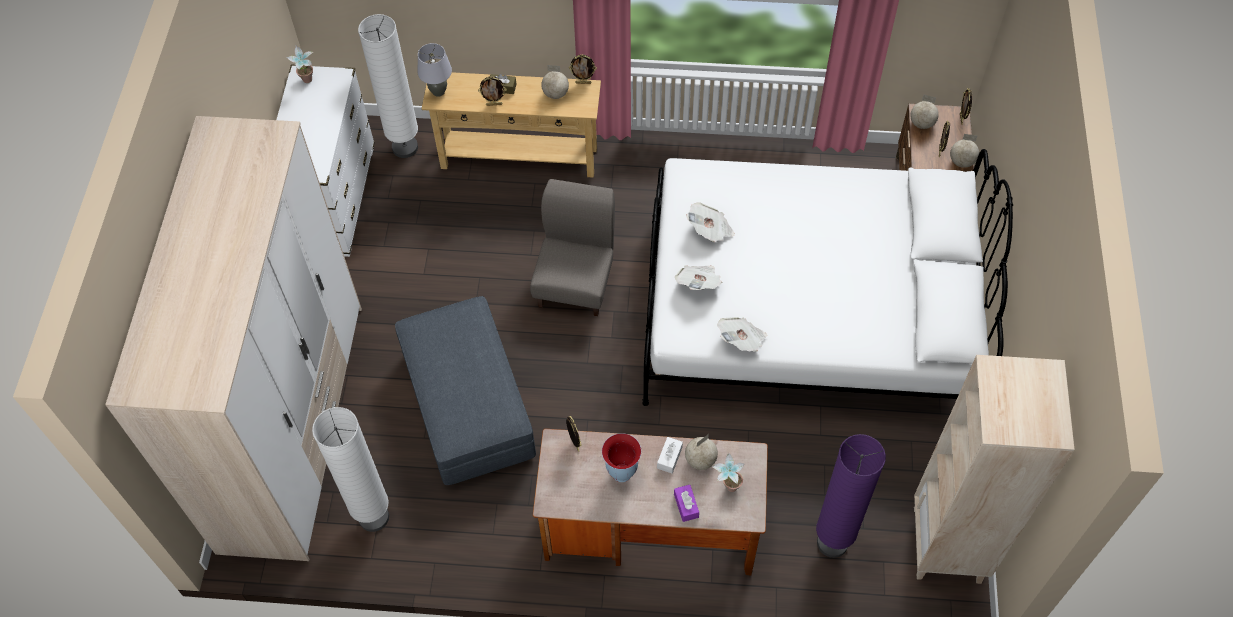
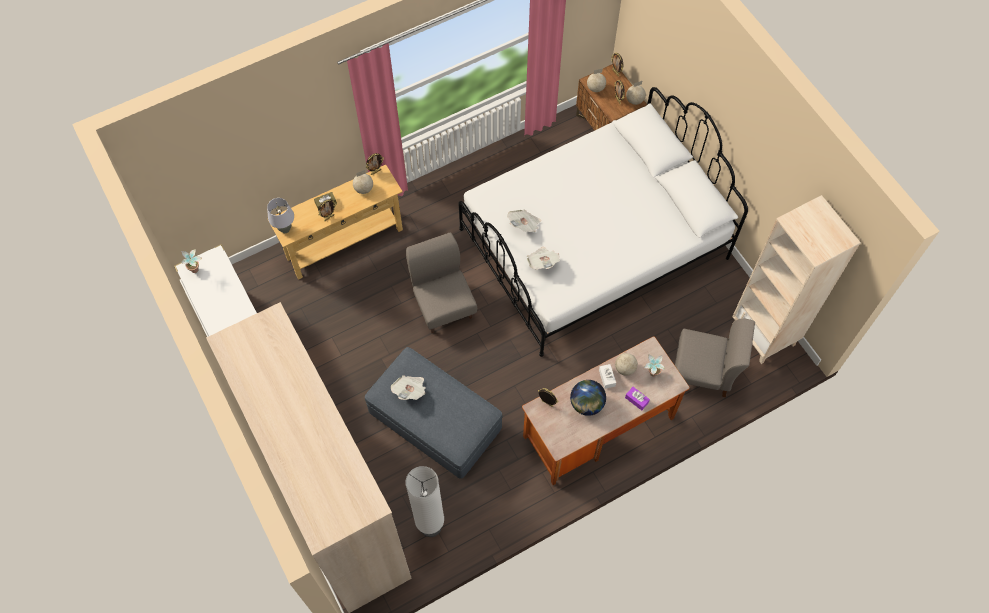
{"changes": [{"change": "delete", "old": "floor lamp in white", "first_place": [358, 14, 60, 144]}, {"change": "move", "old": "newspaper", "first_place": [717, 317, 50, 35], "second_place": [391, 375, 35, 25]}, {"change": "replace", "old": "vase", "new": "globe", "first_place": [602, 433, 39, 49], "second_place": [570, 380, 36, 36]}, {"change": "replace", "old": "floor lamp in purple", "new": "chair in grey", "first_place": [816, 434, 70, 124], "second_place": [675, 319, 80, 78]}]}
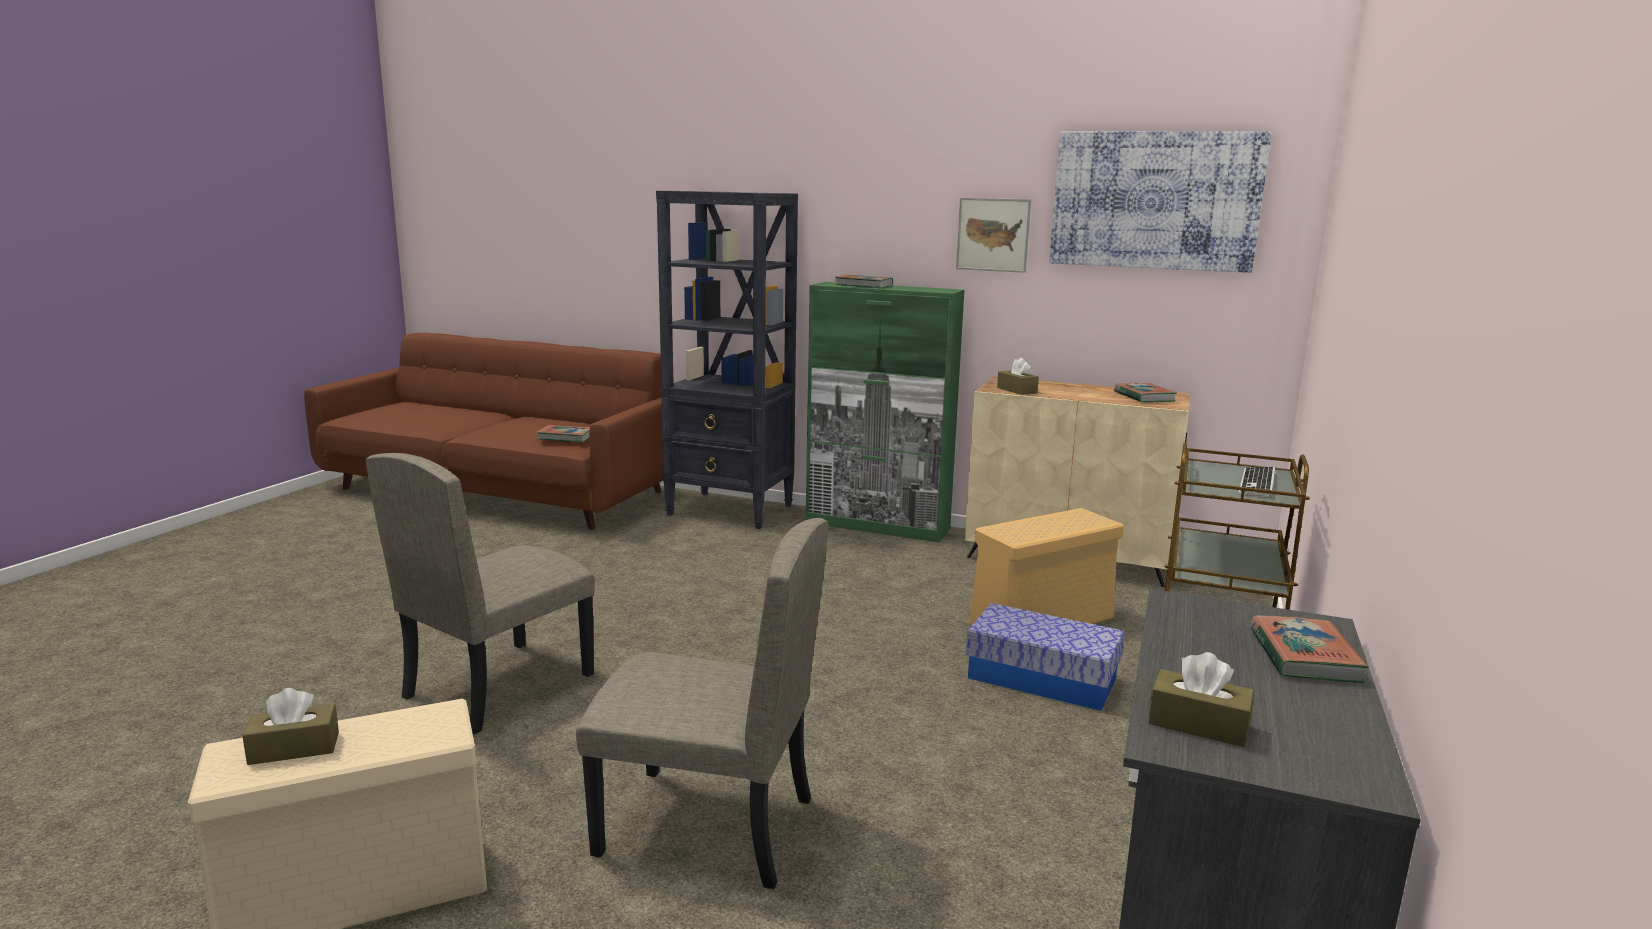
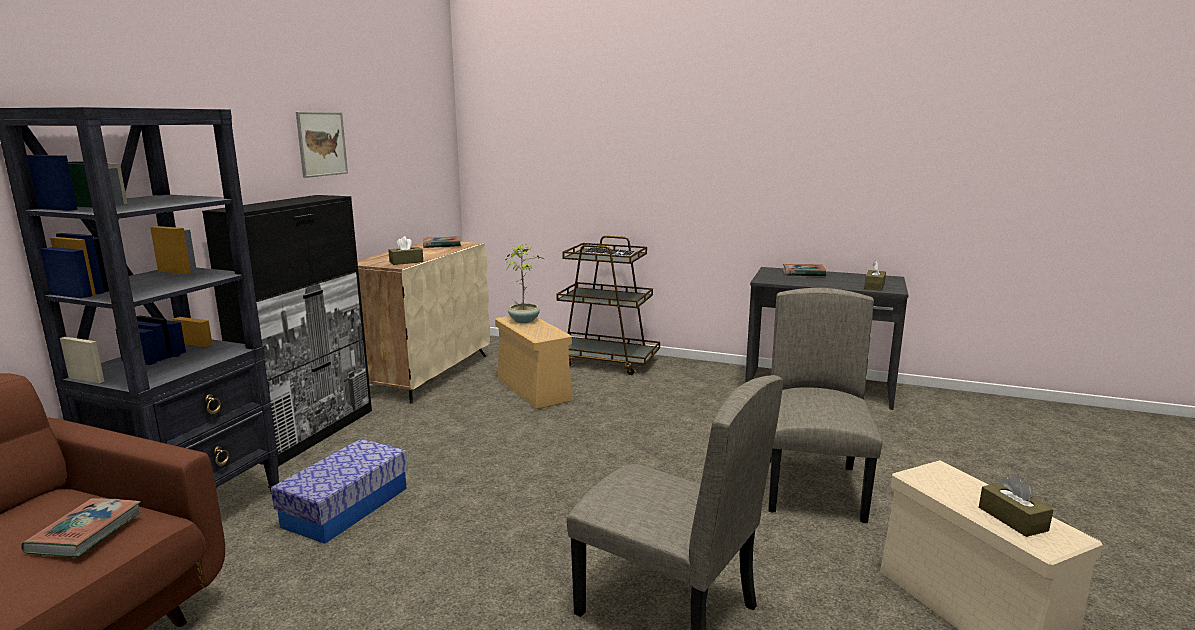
{"changes": [{"change": "delete", "old": "picture", "first_place": [1049, 131, 222, 142]}, {"change": "delete", "old": "book", "first_place": [835, 275, 58, 13]}, {"change": "recolor", "old": "cabinet in green", "new": "cabinet in black", "first_place": [806, 282, 158, 260], "second_place": [202, 195, 170, 271]}, {"change": "move", "old": "storage box", "first_place": [966, 603, 159, 108], "second_place": [271, 439, 137, 105]}, {"change": "insert", "new": "potted plant", "second_place": [505, 244, 39, 79]}]}
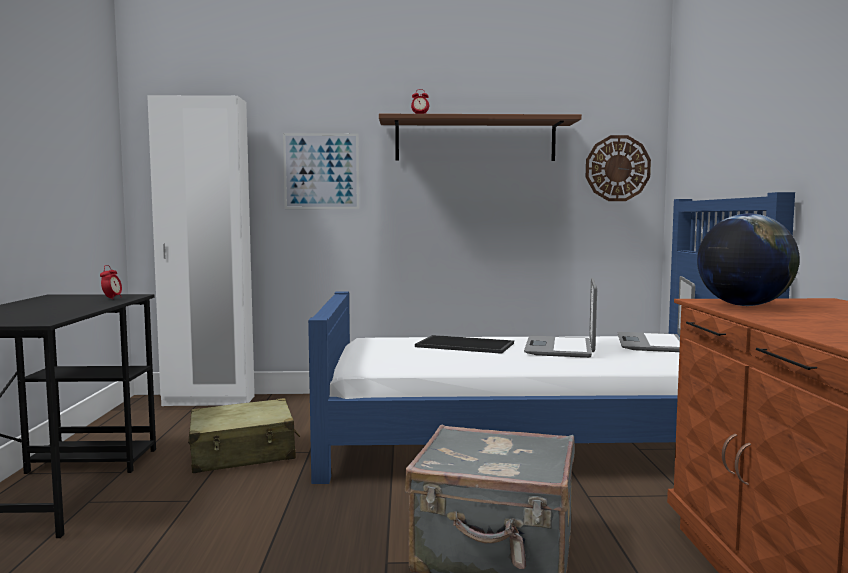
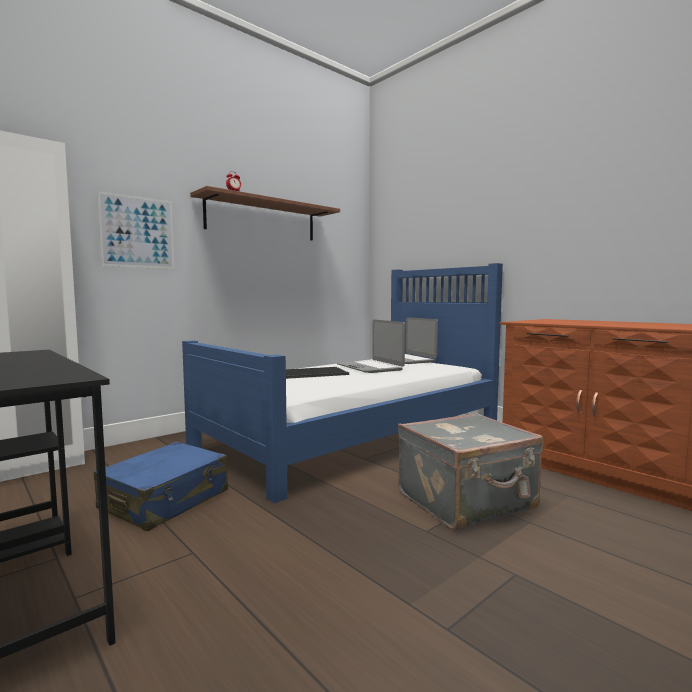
{"changes": [{"change": "delete", "old": "wall clock", "first_place": [586, 135, 65, 66]}, {"change": "delete", "old": "globe", "first_place": [697, 213, 103, 93]}, {"change": "delete", "old": "alarm clock", "first_place": [100, 265, 22, 34]}, {"change": "recolor", "old": "suitcase in beige", "new": "suitcase in blue", "first_place": [188, 398, 112, 75], "second_place": [94, 442, 134, 89]}]}
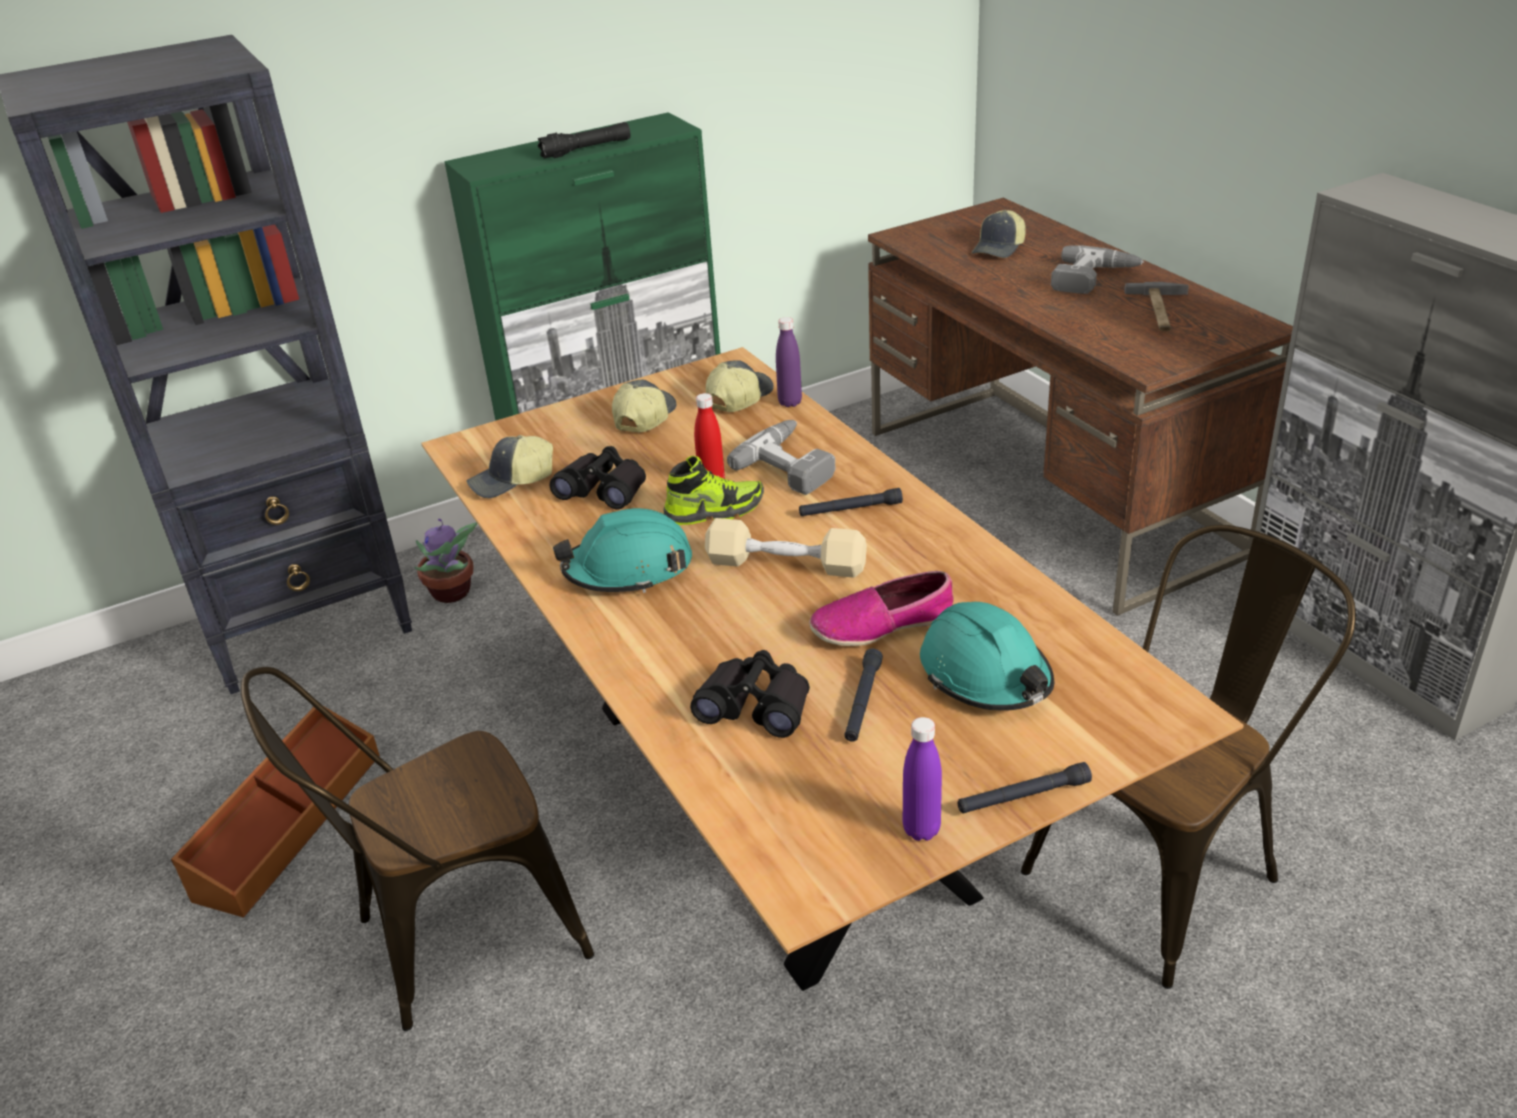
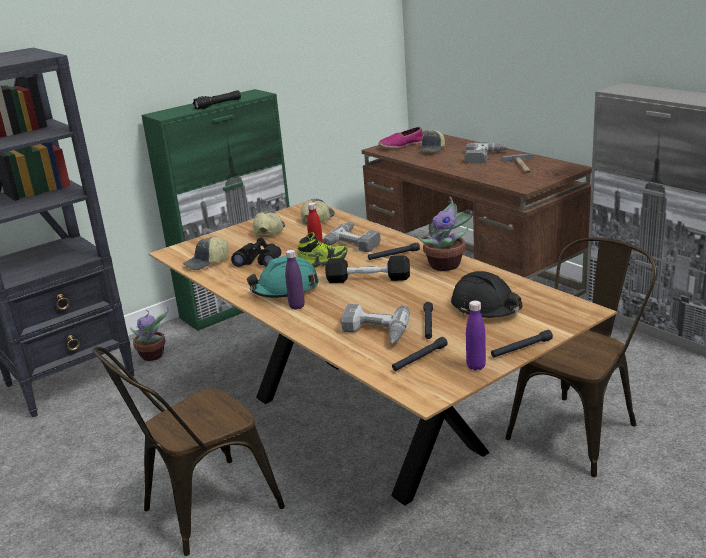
{"changes": [{"change": "move", "old": "bottle in purple", "first_place": [776, 317, 26, 90], "second_place": [285, 250, 20, 60]}, {"change": "recolor", "old": "dumbbell in beige", "new": "dumbbell in black", "first_place": [705, 518, 162, 60], "second_place": [325, 255, 85, 28]}, {"change": "move", "old": "shoe", "first_place": [809, 571, 145, 75], "second_place": [379, 127, 44, 21]}, {"change": "recolor", "old": "hard hat in turquoise", "new": "hard hat in black", "first_place": [920, 602, 134, 109], "second_place": [451, 271, 72, 47]}, {"change": "replace", "old": "binoculars in black", "new": "power drill", "first_place": [690, 650, 120, 88], "second_place": [341, 304, 69, 39]}, {"change": "delete", "old": "storage box in brown", "first_place": [171, 707, 209, 211]}, {"change": "insert", "new": "potted plant", "second_place": [417, 197, 56, 74]}, {"change": "insert", "new": "flashlight in black", "second_place": [392, 337, 56, 34]}]}
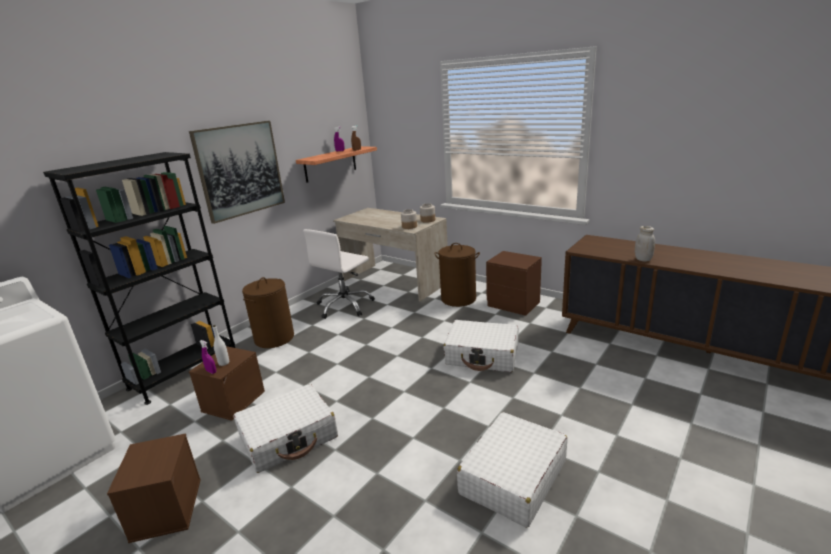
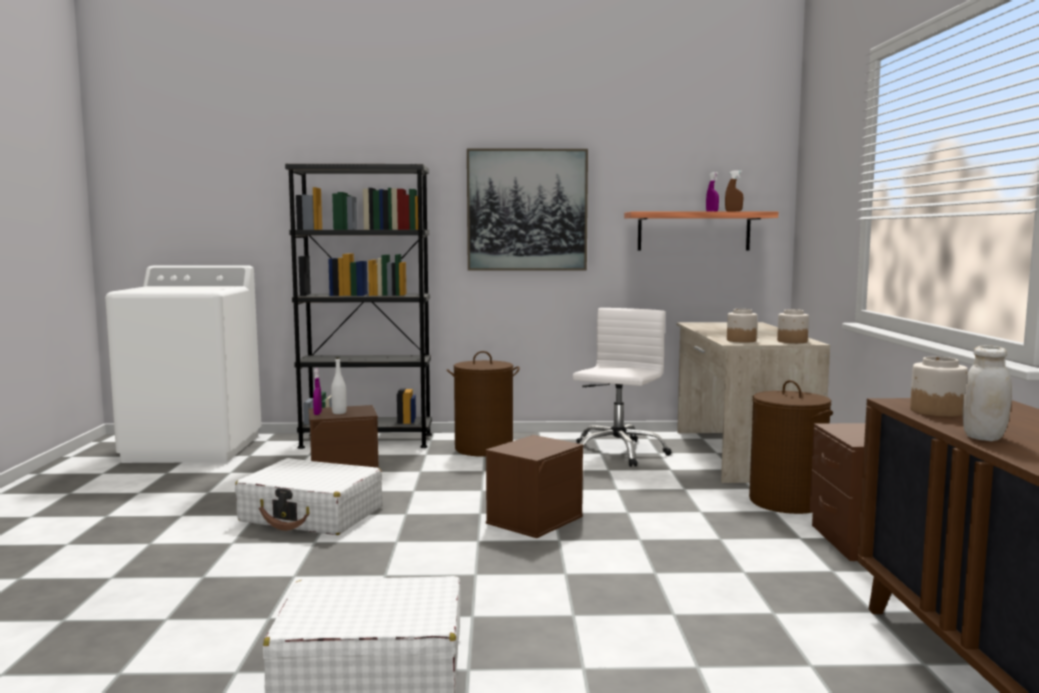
{"changes": [{"change": "rotate", "old": "office chair in white", "first_place": [303, 229, 72, 90], "second_place": [573, 308, 98, 159], "degrees": 120}, {"change": "delete", "old": "suitcase in white", "first_place": [444, 320, 75, 52]}, {"change": "move", "old": "storage box in brown", "first_place": [107, 434, 94, 109], "second_place": [485, 435, 98, 103]}, {"change": "insert", "new": "jar", "second_place": [910, 357, 58, 60]}]}
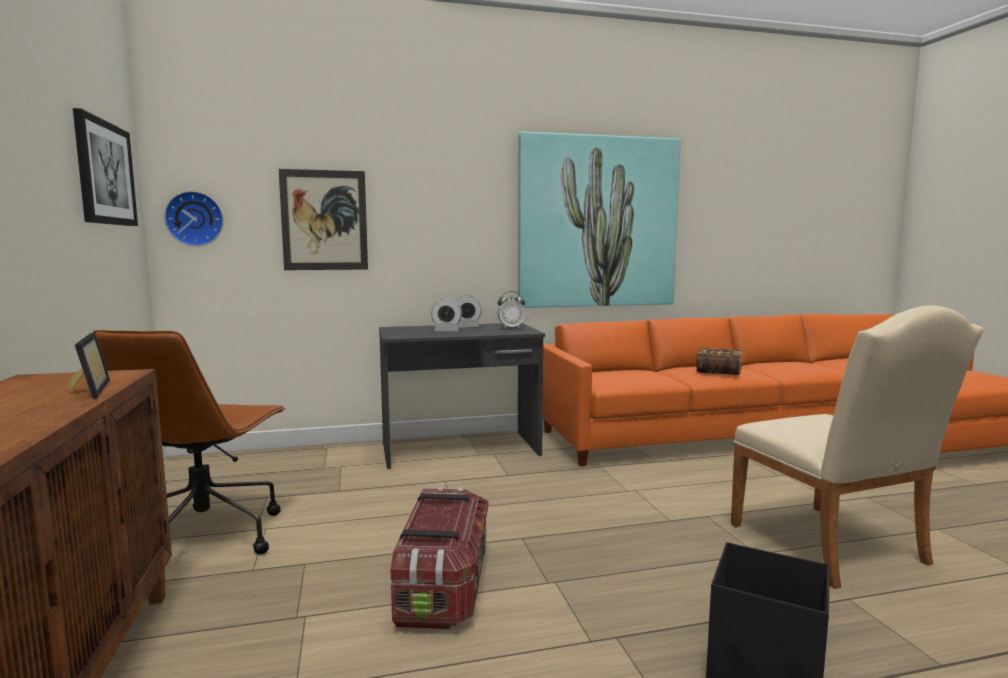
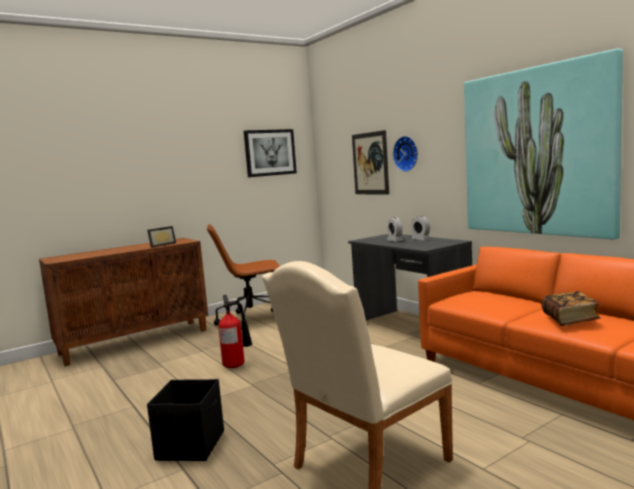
{"changes": [{"change": "move", "old": "wall clock", "first_place": [164, 191, 60, 55], "second_place": [393, 136, 25, 36]}, {"change": "delete", "old": "alarm clock", "first_place": [498, 291, 27, 38]}, {"change": "replace", "old": "storage box", "new": "fire extinguisher", "first_place": [391, 488, 97, 141], "second_place": [218, 295, 34, 73]}]}
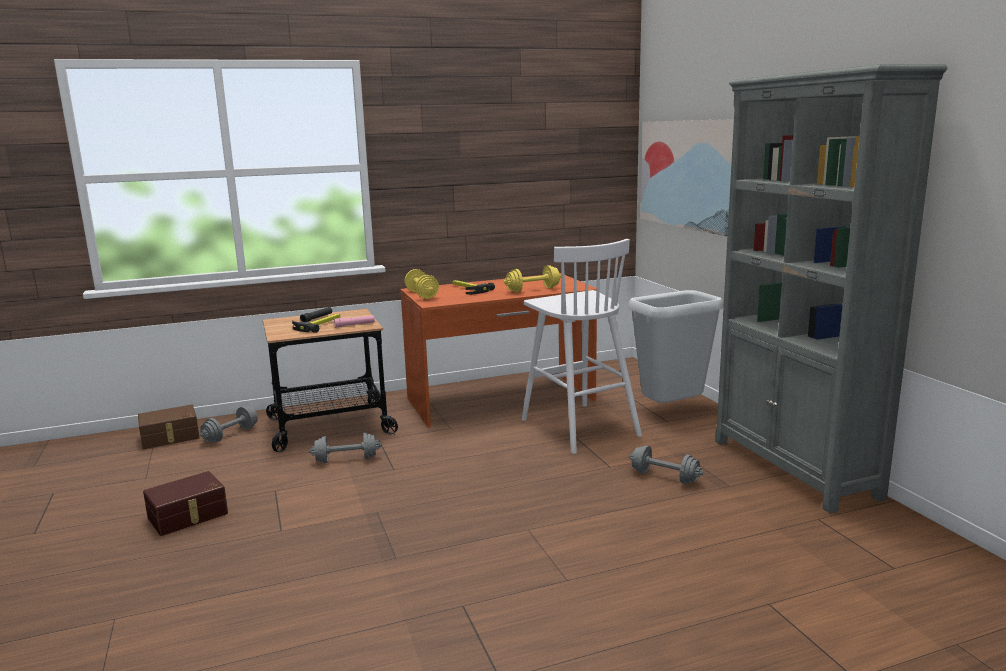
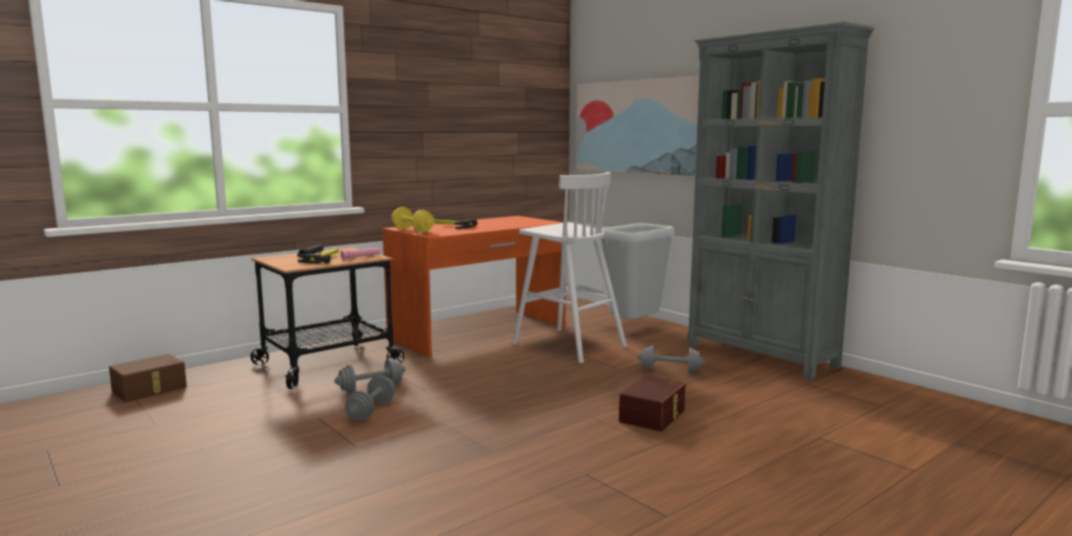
{"changes": [{"change": "delete", "old": "dumbbell in yellow", "first_place": [504, 265, 57, 27]}, {"change": "move", "old": "dumbbell in grey", "first_place": [200, 406, 58, 37], "second_place": [345, 376, 50, 44]}, {"change": "move", "old": "storage box in brown", "first_place": [143, 471, 85, 65], "second_place": [619, 375, 66, 57]}]}
